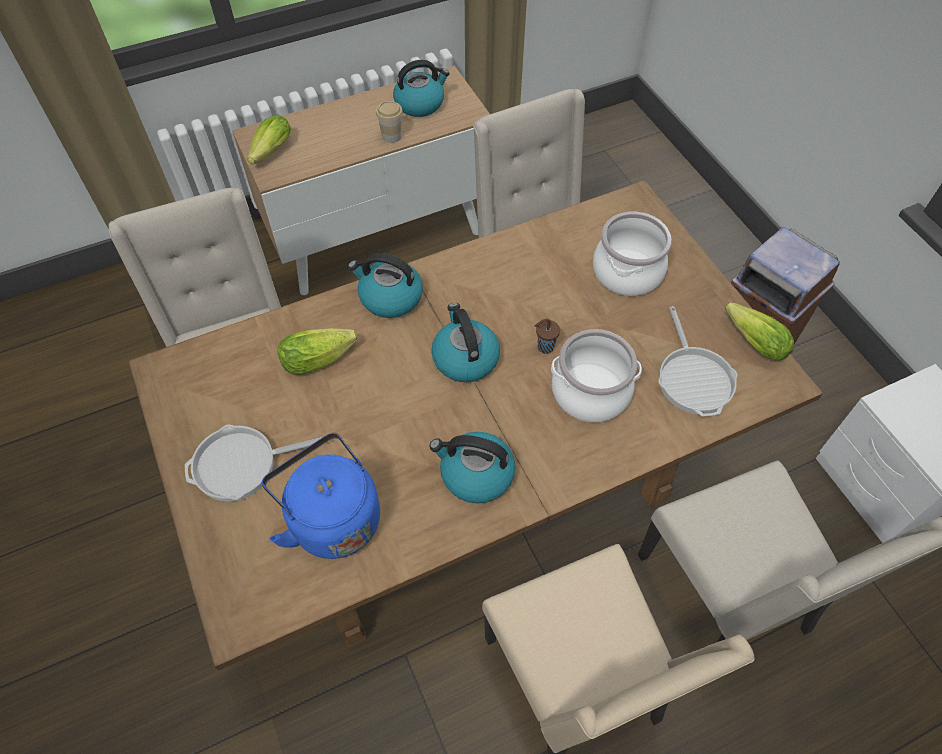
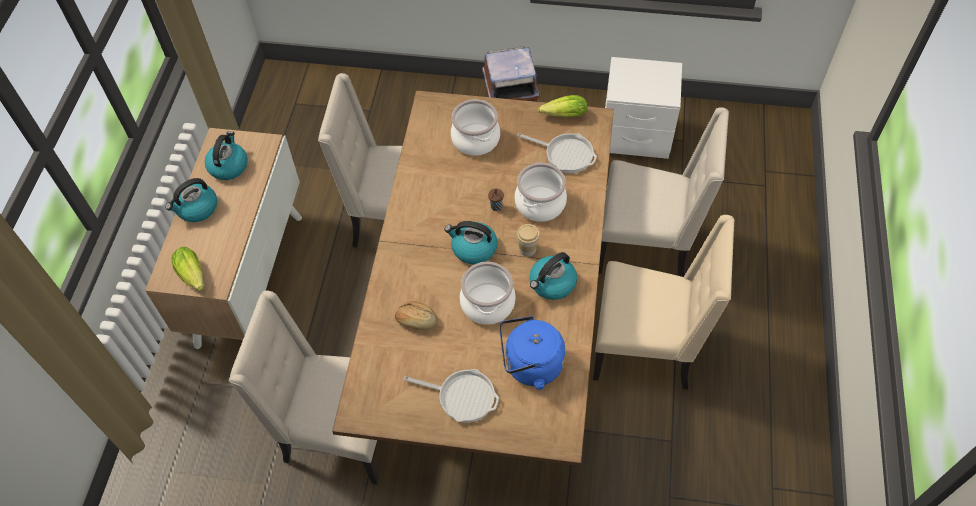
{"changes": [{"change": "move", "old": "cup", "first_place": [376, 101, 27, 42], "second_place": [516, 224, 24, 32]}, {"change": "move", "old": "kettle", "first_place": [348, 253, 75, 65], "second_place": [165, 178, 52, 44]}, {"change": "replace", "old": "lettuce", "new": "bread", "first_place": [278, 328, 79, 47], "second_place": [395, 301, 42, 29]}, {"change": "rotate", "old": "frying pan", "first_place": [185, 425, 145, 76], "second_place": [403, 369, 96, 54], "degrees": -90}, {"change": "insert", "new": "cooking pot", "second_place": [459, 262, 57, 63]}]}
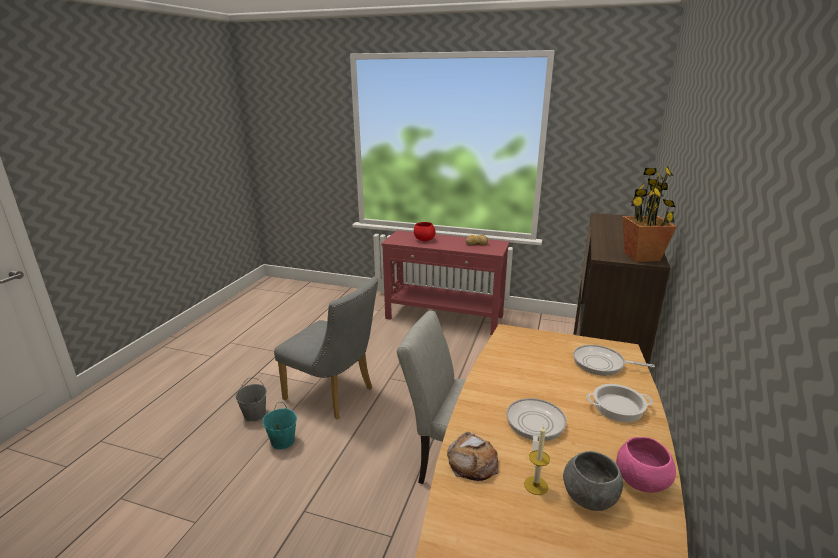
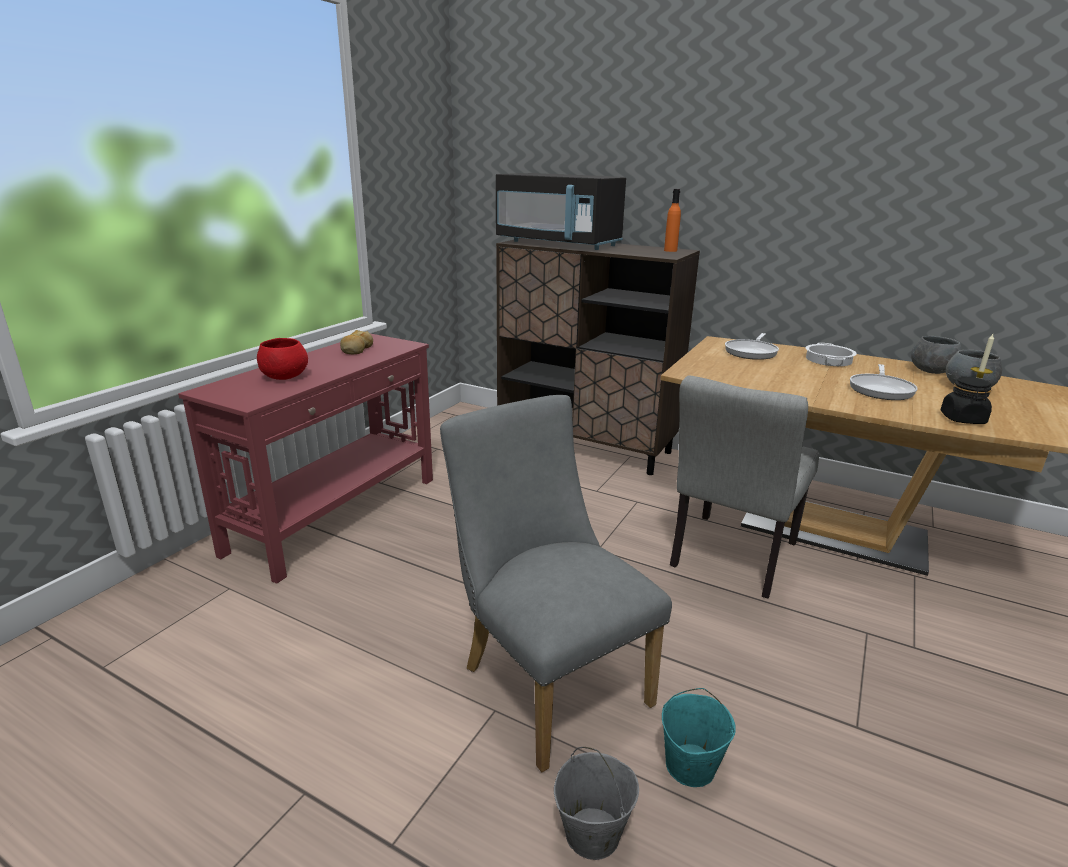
{"changes": [{"change": "replace", "old": "potted plant", "new": "bottle in orange", "first_place": [623, 166, 54, 96], "second_place": [664, 189, 17, 63]}, {"change": "rotate", "old": "chair in grey", "first_place": [274, 277, 104, 143], "second_place": [440, 395, 232, 377], "degrees": -75}, {"change": "rotate", "old": "frying pan", "first_place": [506, 398, 61, 53], "second_place": [850, 364, 68, 36], "degrees": -90}, {"change": "replace", "old": "bread", "new": "jar in black", "first_place": [447, 432, 51, 49], "second_place": [941, 376, 51, 48]}, {"change": "recolor", "old": "bowl in pink", "new": "bowl in grey", "first_place": [616, 437, 60, 56], "second_place": [911, 336, 51, 38]}, {"change": "insert", "new": "microwave in black", "second_place": [496, 173, 130, 77]}]}
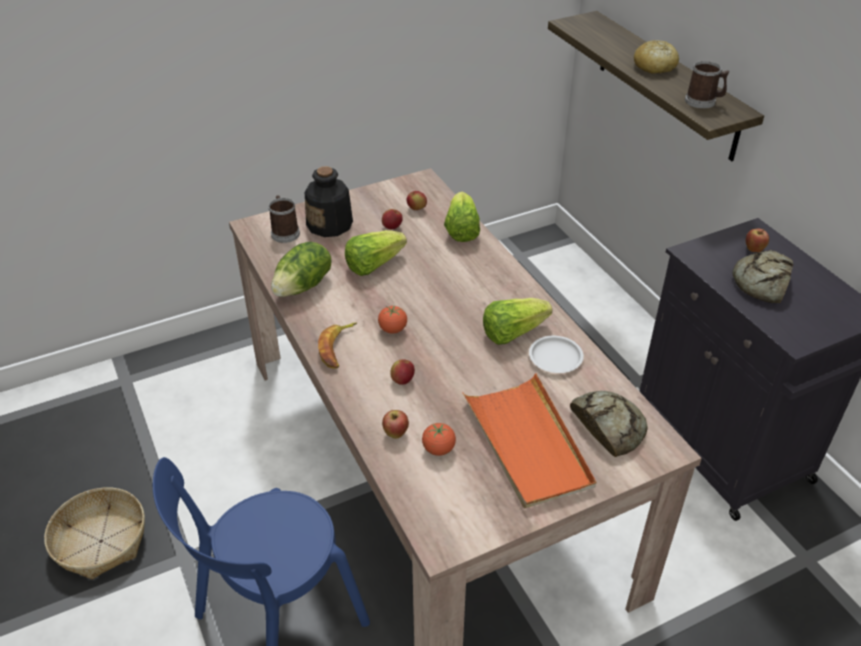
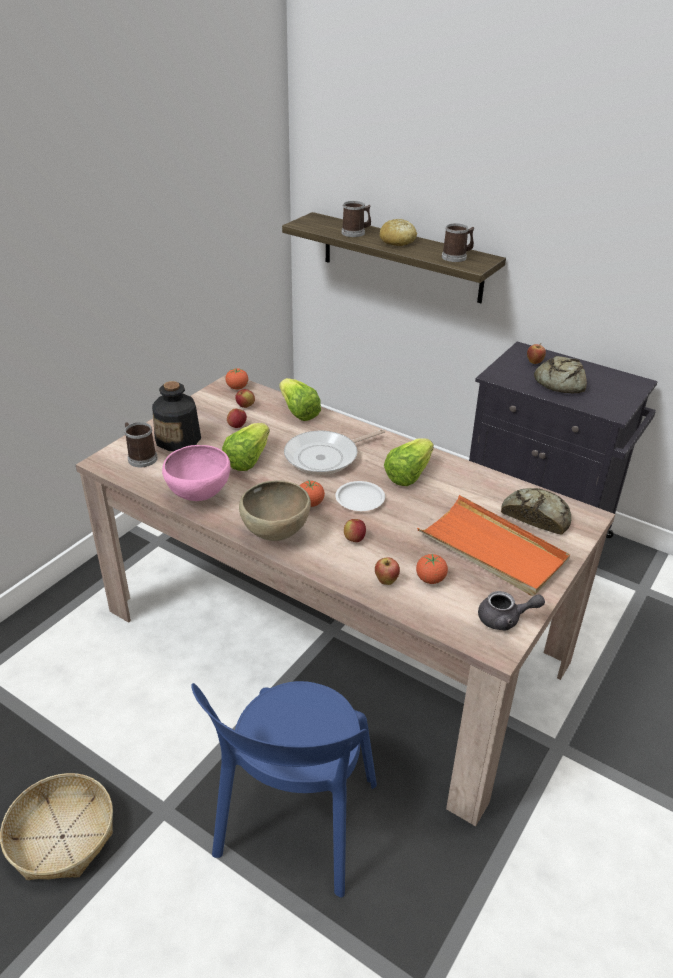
{"changes": [{"change": "replace", "old": "lettuce", "new": "bowl in pink", "first_place": [271, 242, 61, 55], "second_place": [162, 445, 68, 56]}, {"change": "replace", "old": "banana", "new": "bowl in brown", "first_place": [318, 322, 39, 46], "second_place": [239, 480, 72, 61]}, {"change": "move", "old": "plate in white", "first_place": [529, 336, 55, 37], "second_place": [335, 481, 50, 30]}, {"change": "insert", "new": "mug", "second_place": [341, 201, 30, 36]}, {"change": "insert", "new": "tomato", "second_place": [226, 368, 22, 22]}, {"change": "insert", "new": "frying pan", "second_place": [284, 429, 101, 46]}, {"change": "insert", "new": "teapot in grey", "second_place": [478, 591, 67, 39]}]}
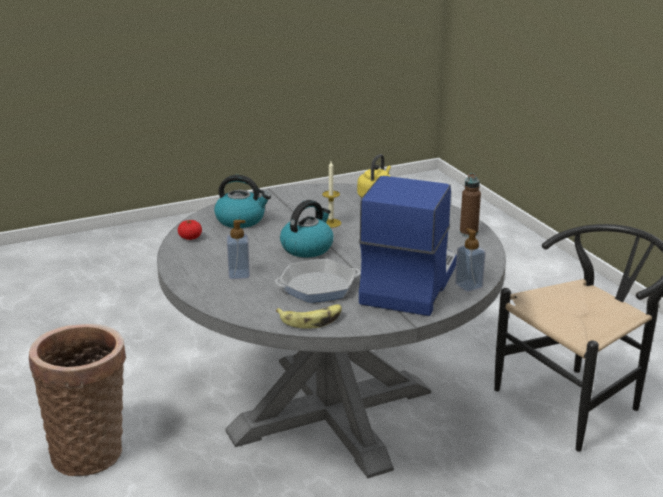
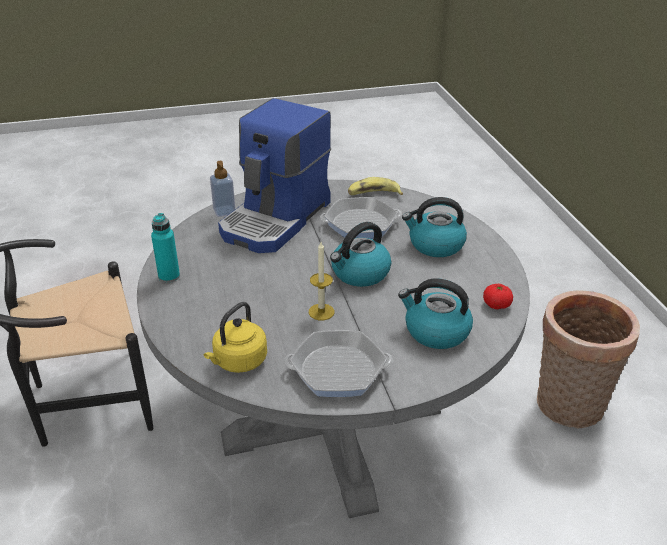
{"changes": [{"change": "recolor", "old": "bottle in brown", "new": "bottle in turquoise", "first_place": [460, 173, 21, 64], "second_place": [151, 213, 29, 70]}, {"change": "replace", "old": "soap dispenser", "new": "kettle", "first_place": [227, 220, 23, 59], "second_place": [402, 197, 65, 60]}, {"change": "insert", "new": "frying pan", "second_place": [284, 330, 109, 67]}]}
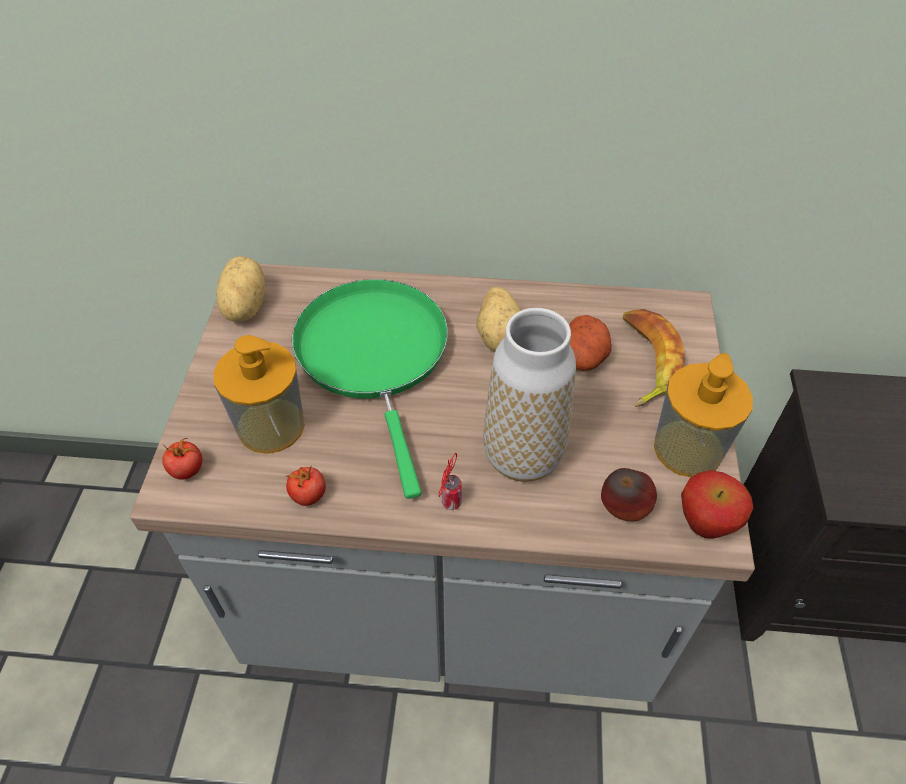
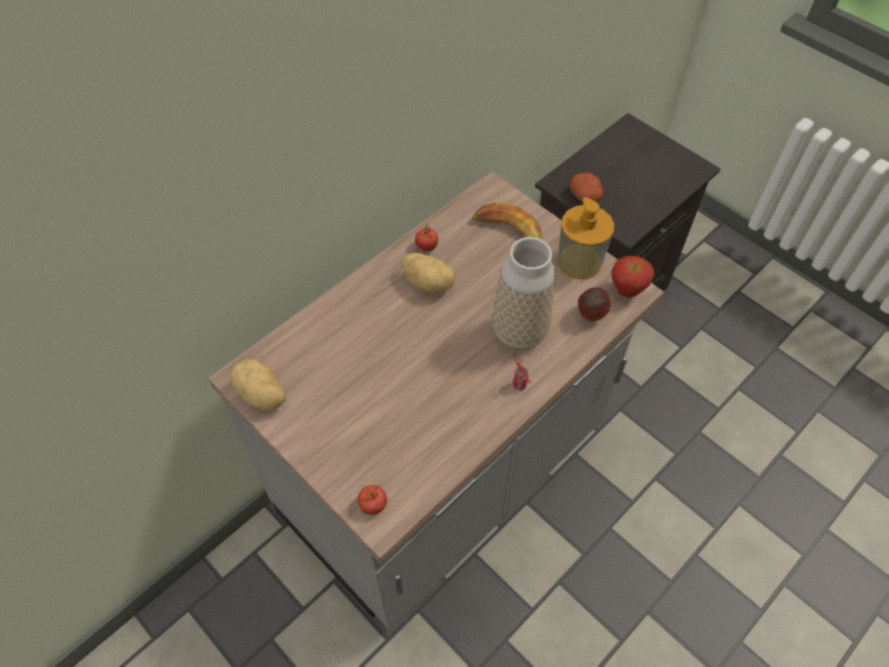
{"changes": [{"change": "delete", "old": "frying pan in green", "first_place": [292, 279, 156, 220]}, {"change": "move", "old": "potato", "first_place": [569, 315, 43, 56], "second_place": [569, 172, 34, 30]}, {"change": "delete", "old": "soap dispenser", "first_place": [213, 335, 92, 119]}, {"change": "move", "old": "tomato", "first_place": [286, 465, 40, 41], "second_place": [415, 224, 23, 27]}]}
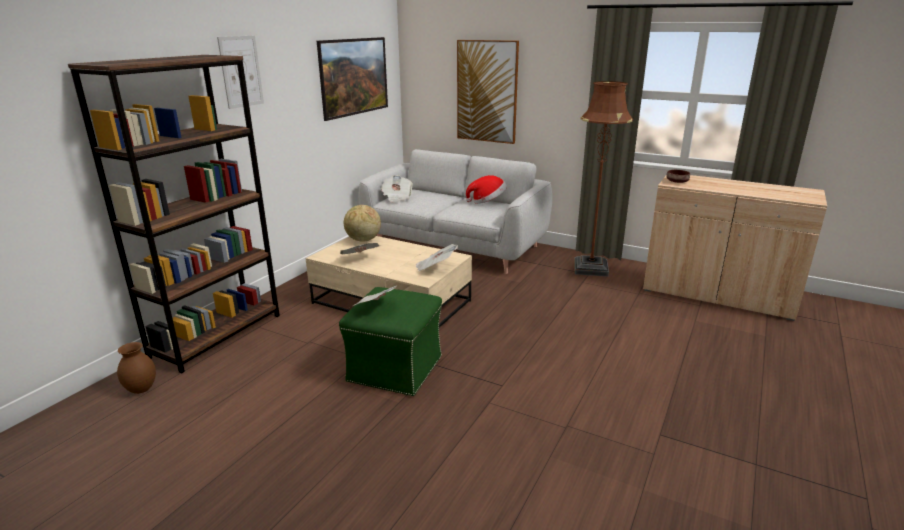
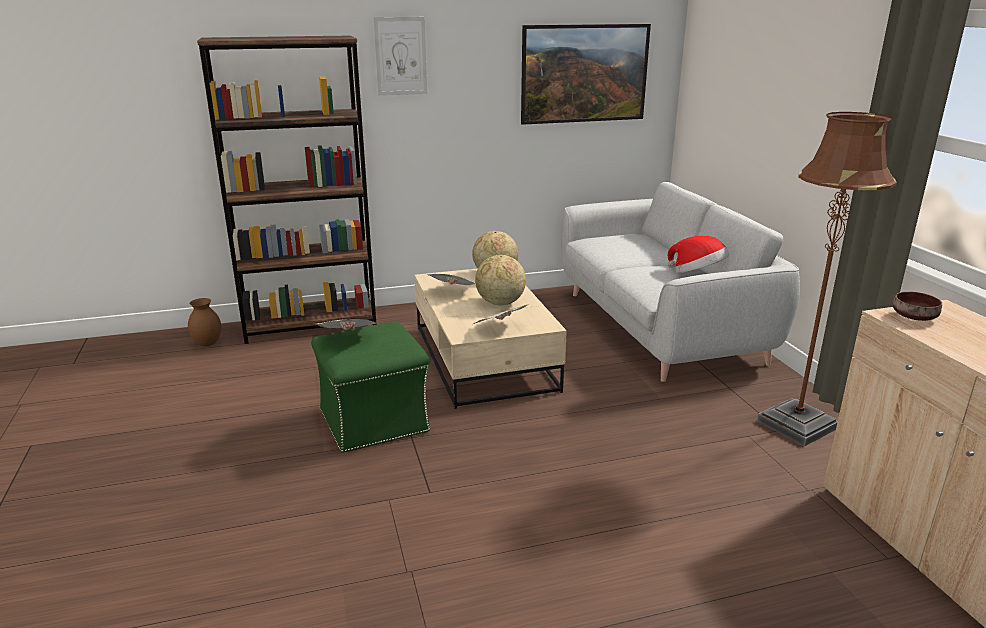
{"changes": [{"change": "delete", "old": "picture", "first_place": [457, 40, 62, 104]}, {"change": "delete", "old": "newspaper", "first_place": [381, 175, 32, 28]}, {"change": "insert", "new": "globe", "second_place": [475, 255, 51, 50]}]}
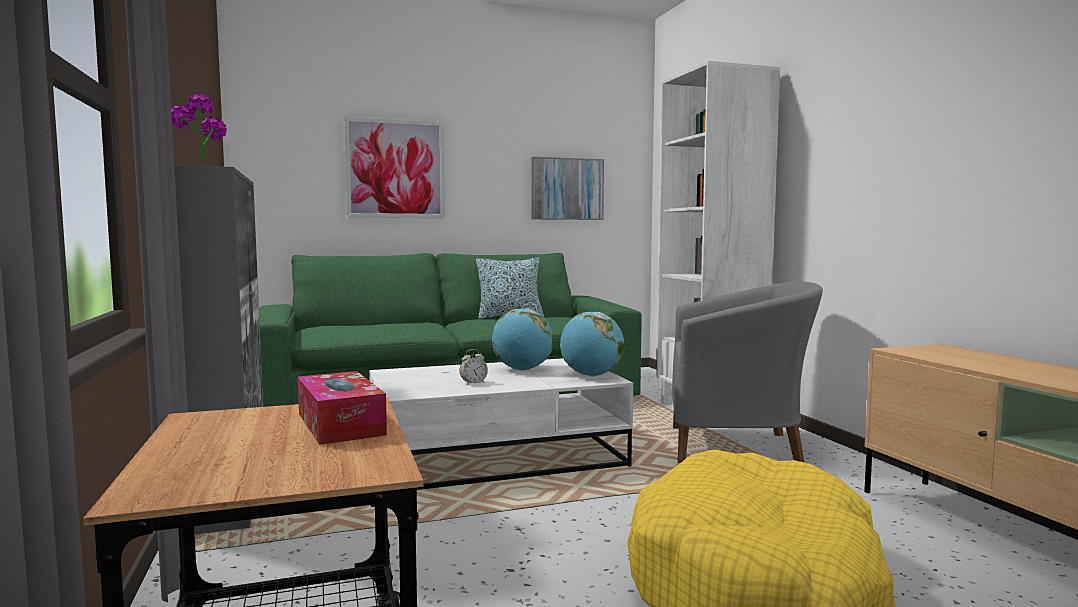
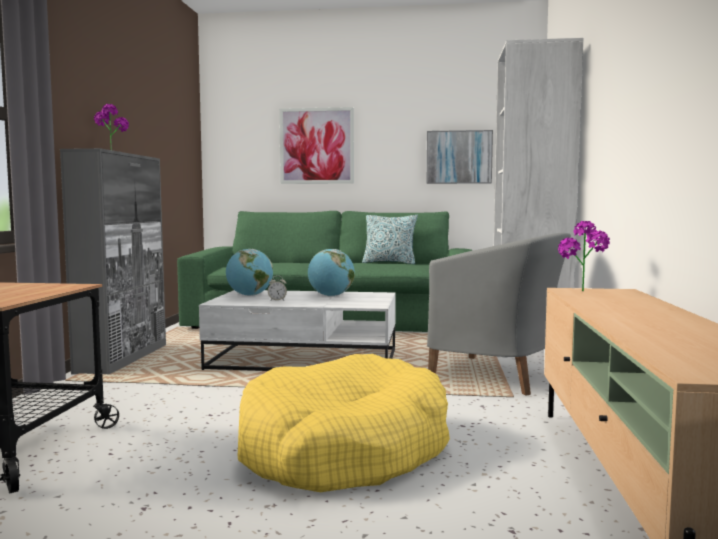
{"changes": [{"change": "move", "old": "globe", "first_place": [560, 312, 64, 64], "second_place": [226, 249, 47, 47]}, {"change": "delete", "old": "tissue box", "first_place": [298, 371, 89, 74]}, {"change": "insert", "new": "potted plant", "second_place": [558, 221, 52, 70]}]}
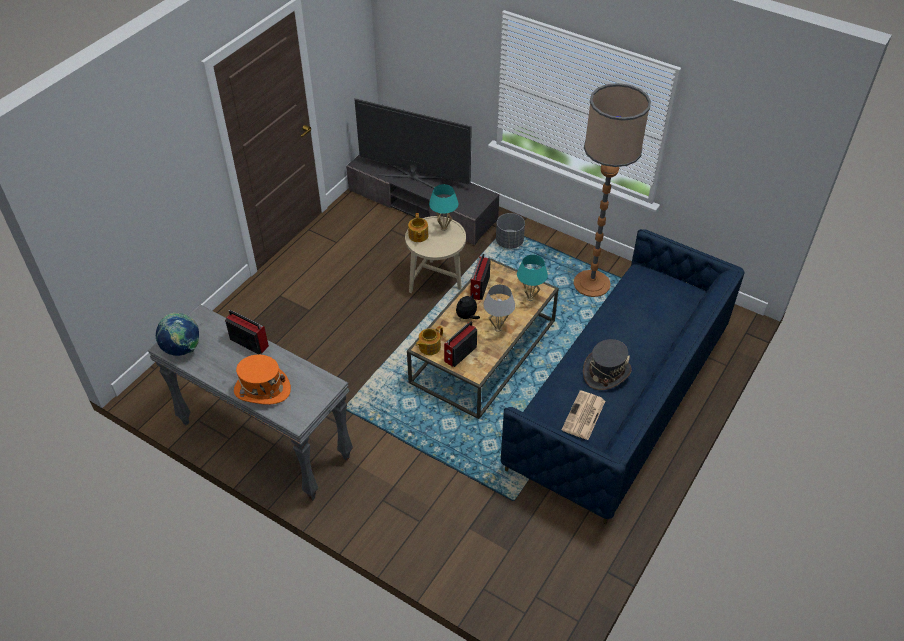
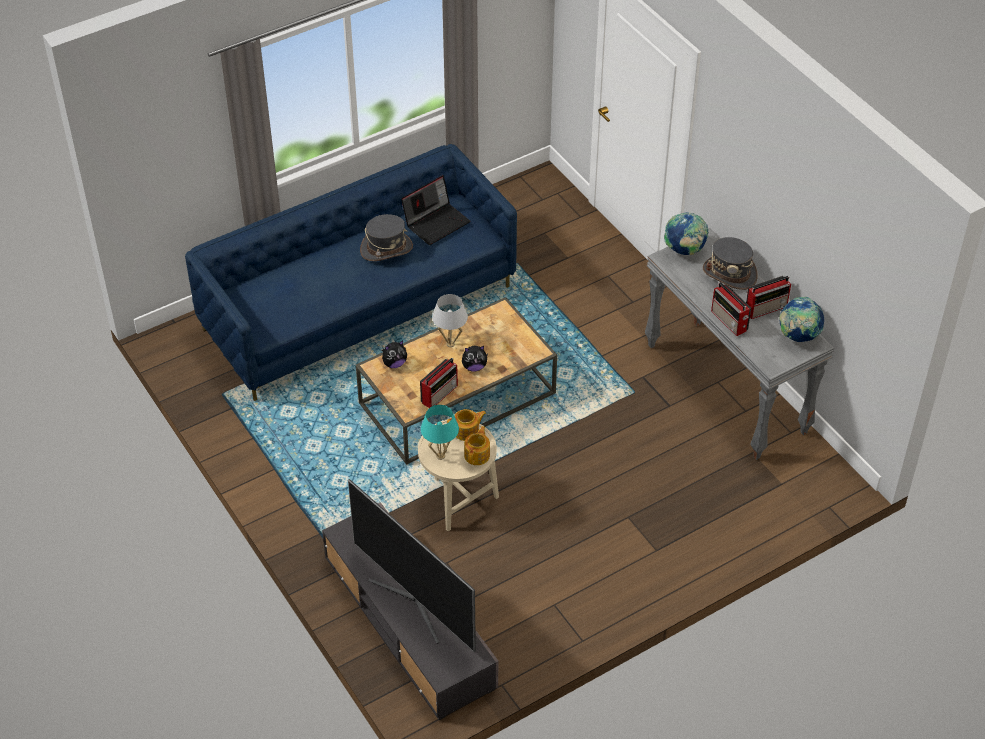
{"changes": [{"change": "delete", "old": "floor lamp", "first_place": [573, 83, 78, 214]}, {"change": "delete", "old": "planter in grey", "first_place": [496, 213, 29, 36]}, {"change": "replace", "old": "table lamp in turquoise", "new": "plush toy", "first_place": [517, 255, 31, 46], "second_place": [382, 340, 25, 28]}, {"change": "move", "old": "radio", "first_place": [444, 321, 33, 46], "second_place": [746, 276, 45, 43]}, {"change": "move", "old": "teapot", "first_place": [416, 326, 27, 29], "second_place": [447, 409, 39, 32]}, {"change": "recolor", "old": "hat in orange", "new": "hat in grey", "first_place": [234, 355, 57, 50], "second_place": [703, 237, 55, 53]}, {"change": "replace", "old": "newspaper", "new": "laptop", "first_place": [562, 390, 43, 50], "second_place": [401, 175, 69, 70]}, {"change": "insert", "new": "globe", "second_place": [664, 212, 45, 43]}]}
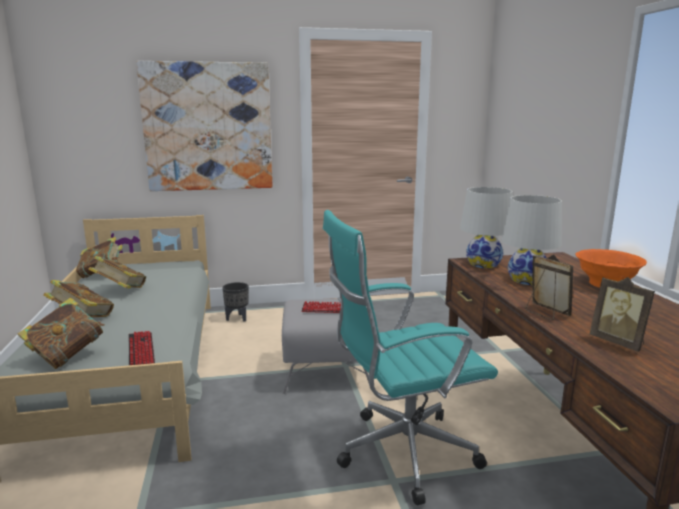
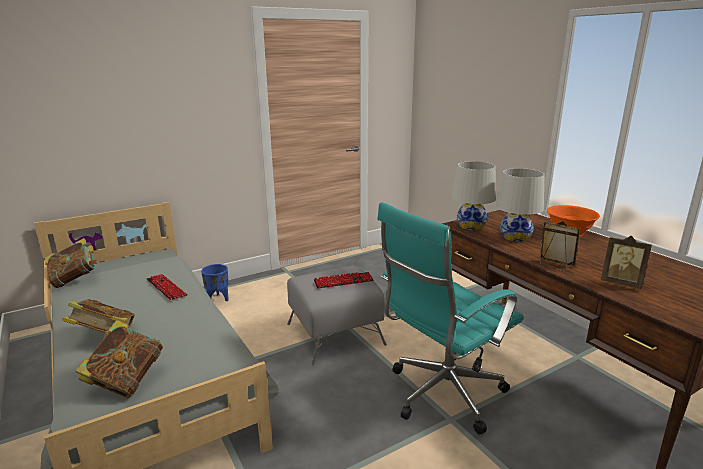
{"changes": [{"change": "delete", "old": "picture", "first_place": [136, 61, 137, 130]}, {"change": "delete", "old": "book", "first_place": [88, 256, 58, 32]}, {"change": "recolor", "old": "planter in black", "new": "planter in blue", "first_place": [222, 282, 27, 40], "second_place": [201, 264, 28, 37]}, {"change": "move", "old": "keyboard", "first_place": [128, 331, 27, 34], "second_place": [147, 274, 41, 26]}]}
